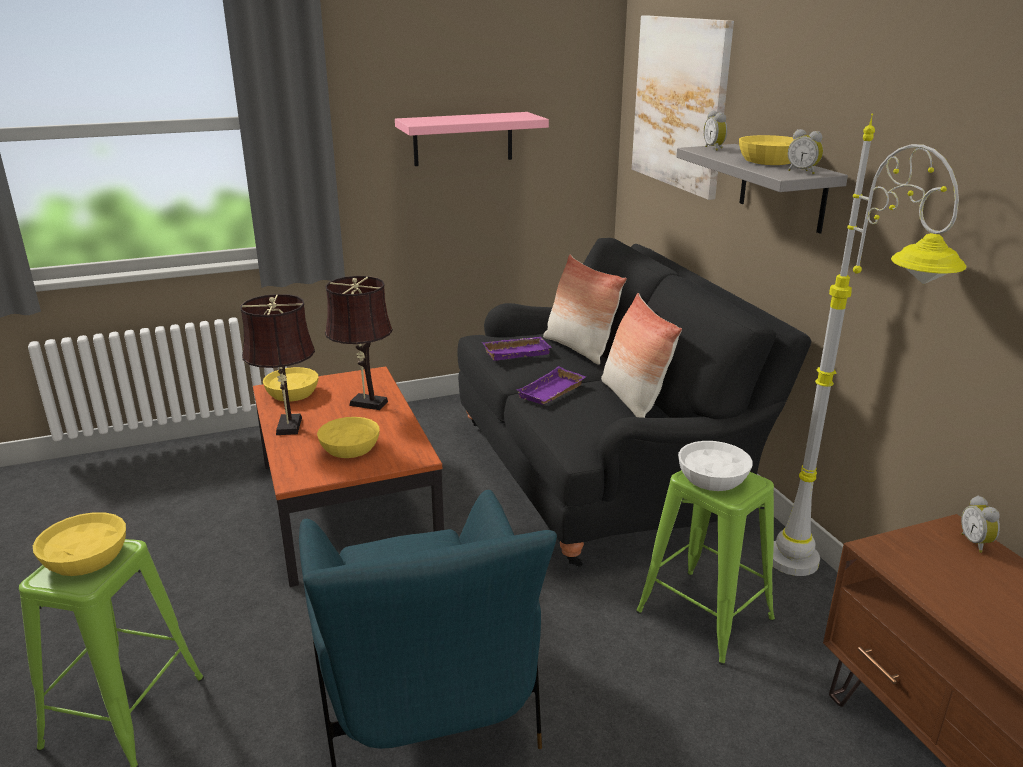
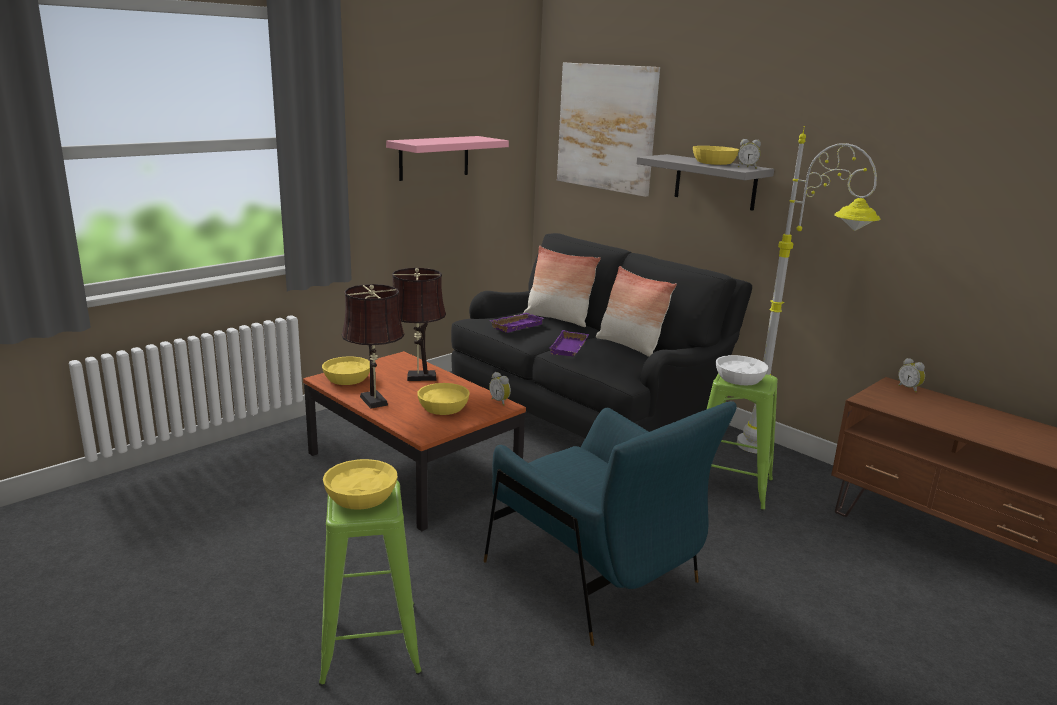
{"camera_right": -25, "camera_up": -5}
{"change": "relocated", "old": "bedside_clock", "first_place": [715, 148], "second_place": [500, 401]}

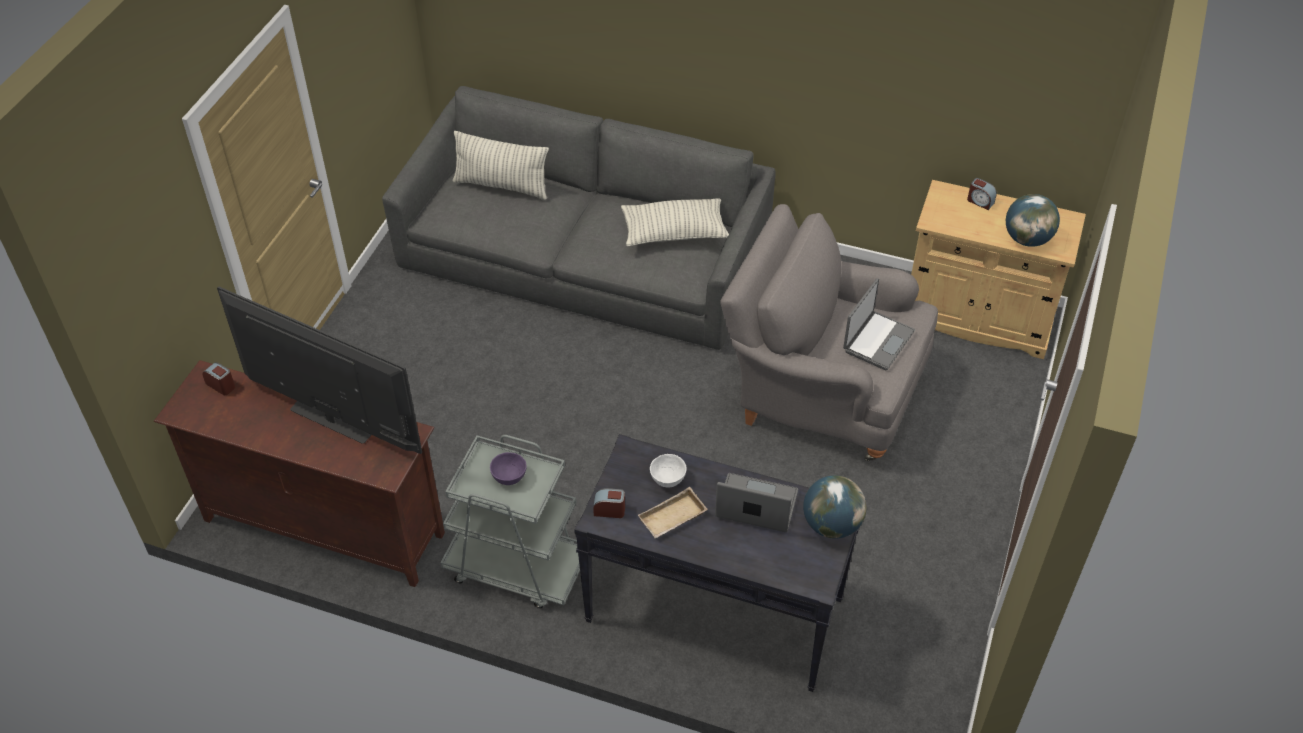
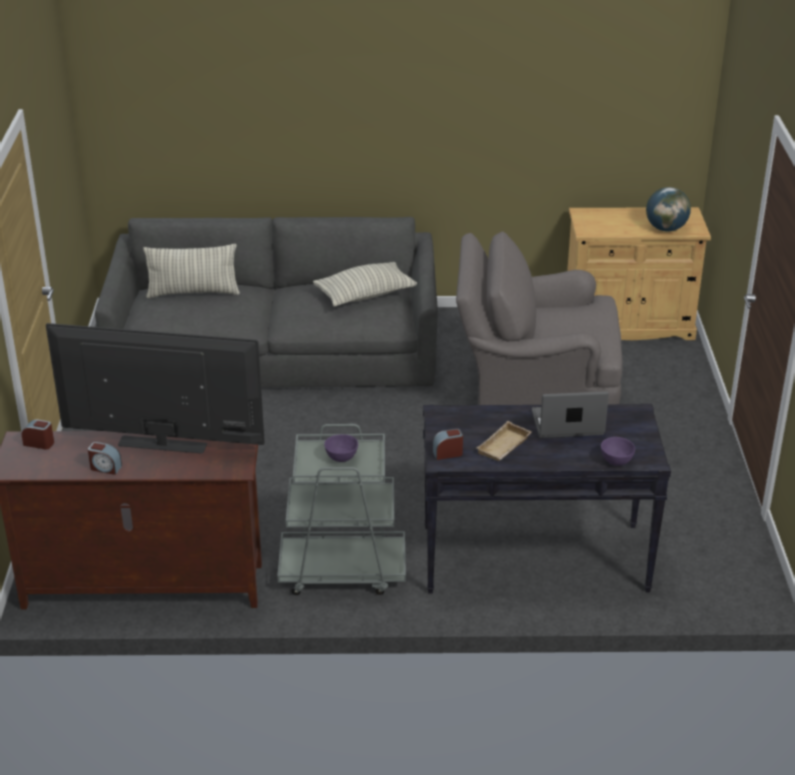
{"camera_right": -20, "camera_up": -15}
{"change": "missing", "old": "whitish_serving_bowl", "first_place": [667, 480]}
{"change": "missing", "old": "globe", "first_place": [831, 525]}
{"change": "missing", "old": "laptop", "first_place": [877, 341]}
{"change": "appeared", "new": "purplish_serving_bowl", "second_place": [616, 461]}
{"change": "relocated", "old": "bedside_clock", "first_place": [980, 201], "second_place": [105, 468]}

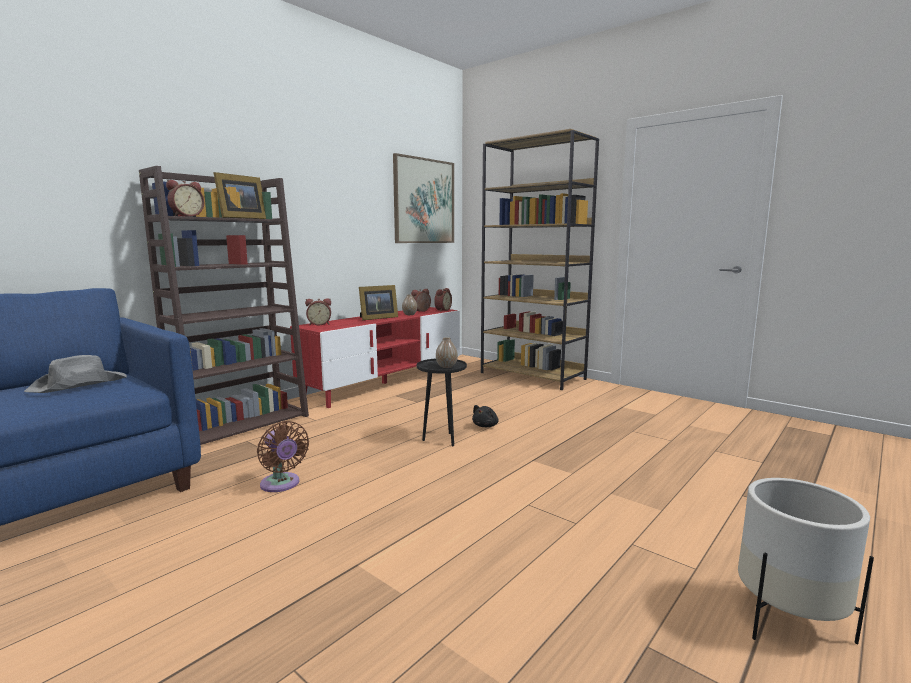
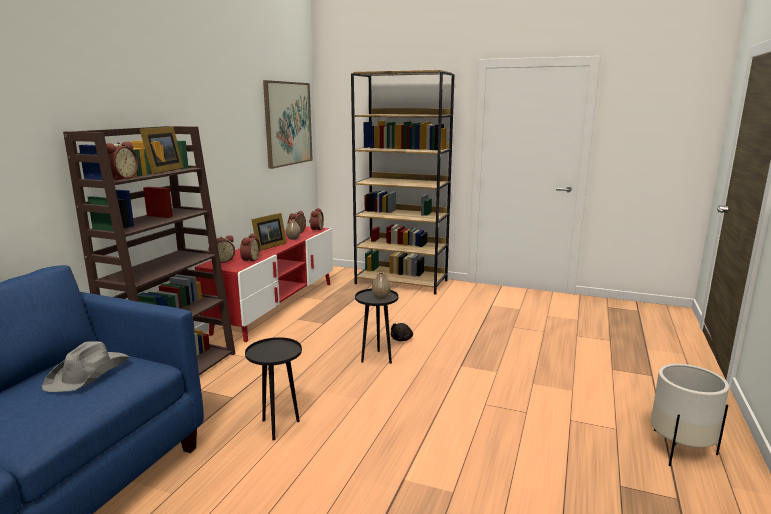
{"camera_right": -20, "camera_up": 5}
{"change": "appeared", "new": "bedside_clock", "second_place": [249, 260]}
{"change": "exchanged", "old": "brownish_cooling_fan", "new": "blackish_accent_table", "first_place": [281, 485], "second_place": [278, 427]}

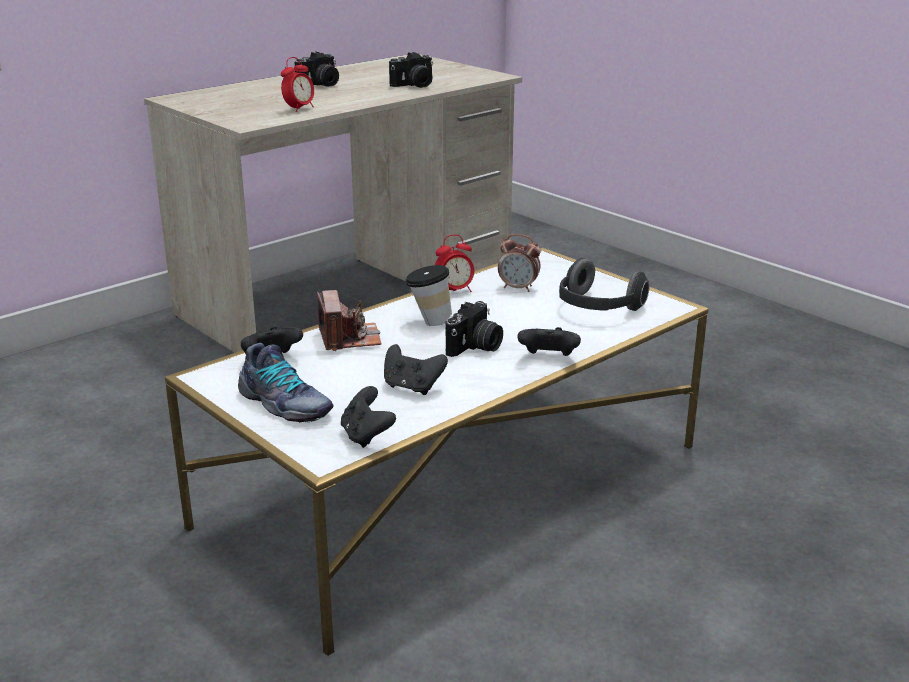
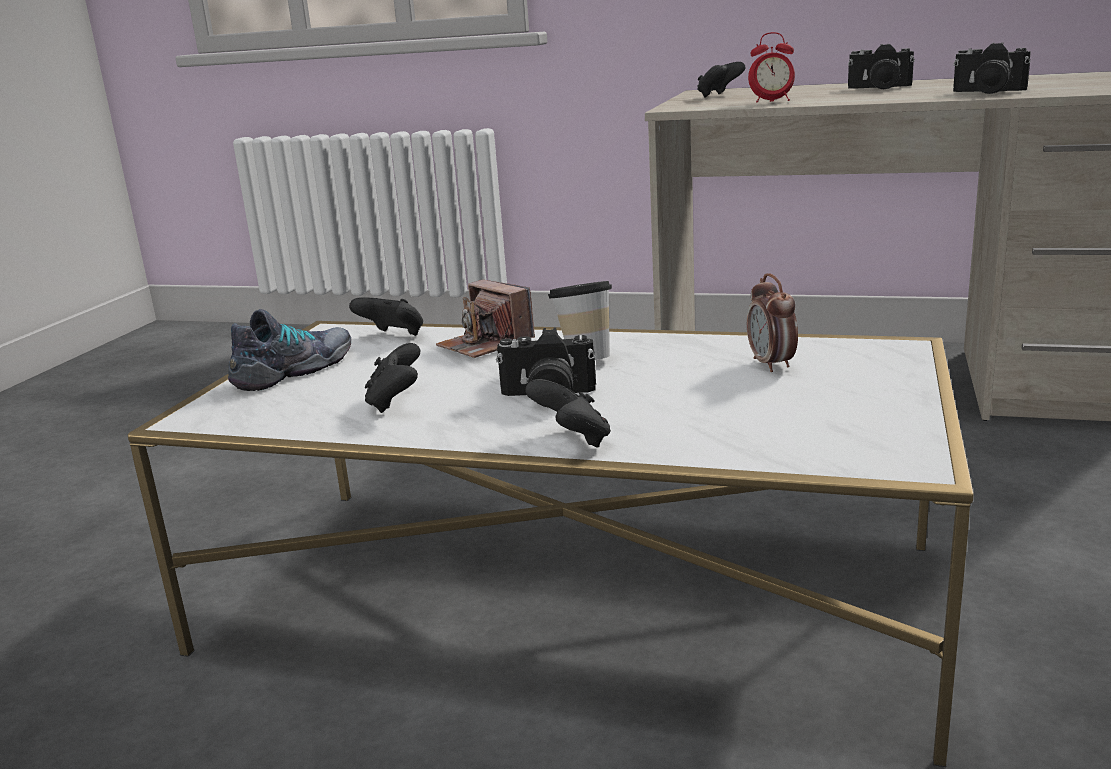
{"camera_right": 60, "camera_up": -5}
{"change": "missing", "old": "bedside_clock", "first_place": [455, 291]}
{"change": "missing", "old": "headphones", "first_place": [597, 308]}
{"change": "relocated", "old": "blackish_joypad", "first_place": [366, 436], "second_place": [719, 96]}
{"change": "spun", "old": "item_of_footwear", "first_place": [284, 405], "second_place": [296, 370], "degrees": -150}
{"change": "spun", "old": "still_camera", "first_place": [349, 338], "second_place": [485, 344], "degrees": 90}

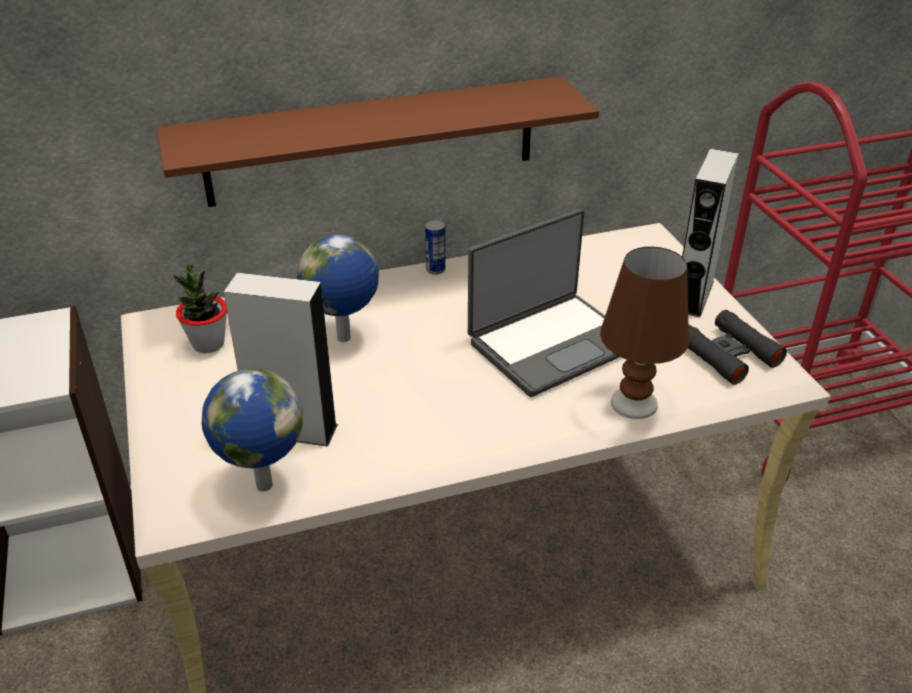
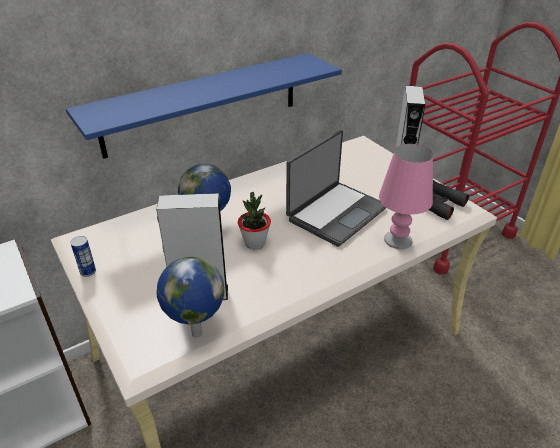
{"camera_right": -15, "camera_up": 0}
{"change": "relocated", "old": "plant_in_a_pot", "first_place": [208, 344], "second_place": [255, 243]}
{"change": "relocated", "old": "can", "first_place": [435, 269], "second_place": [88, 272]}
{"change": "colour", "old": "brownish_shelf", "new": "bluish_shelf", "first_place": [372, 141], "second_place": [202, 104]}
{"change": "colour", "old": "brownish_lamp_for_a_table", "new": "pinkish_lamp_for_a_table", "first_place": [633, 403], "second_place": [398, 240]}

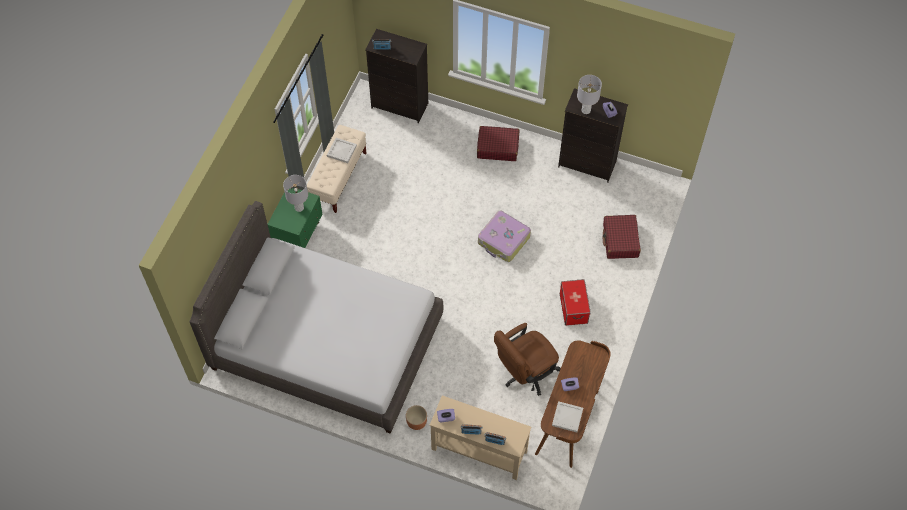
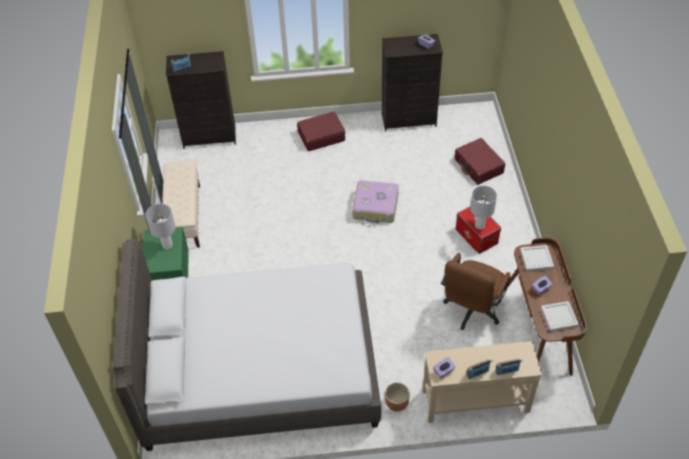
{"camera_right": -25, "camera_up": -10}
{"change": "relocated", "old": "whitish_carrying_tray", "first_place": [342, 151], "second_place": [537, 259]}
{"change": "relocated", "old": "greyish_lamp_for_a_table", "first_place": [586, 110], "second_place": [479, 225]}

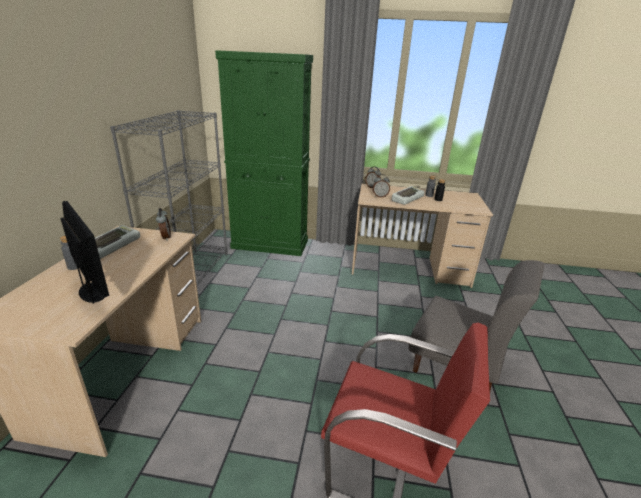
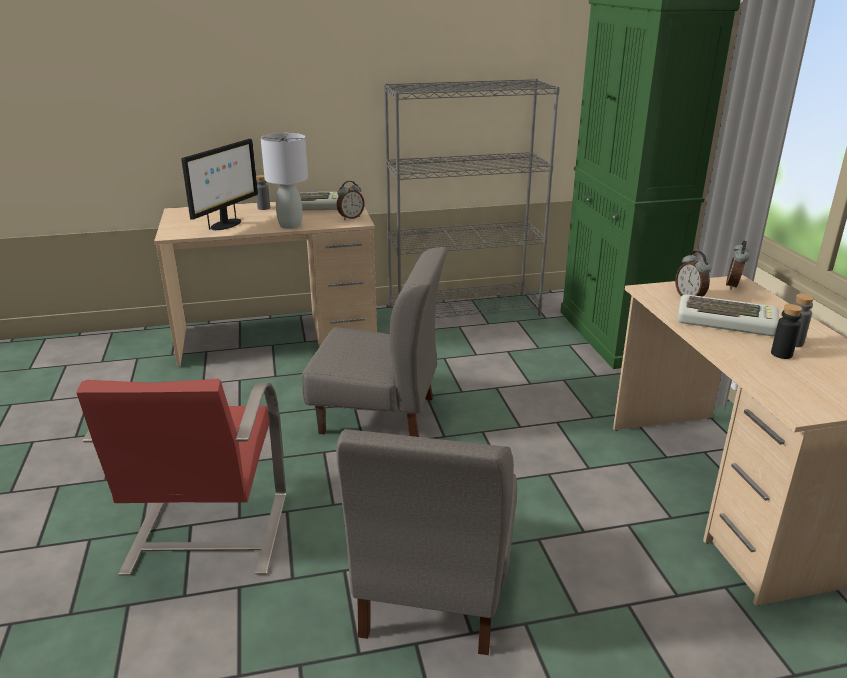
{"camera_right": 70, "camera_up": 0}
{"change": "appeared", "new": "greyish_lamp_for_a_table", "second_place": [290, 225]}
{"change": "appeared", "new": "greyish_upright_chair", "second_place": [379, 415]}

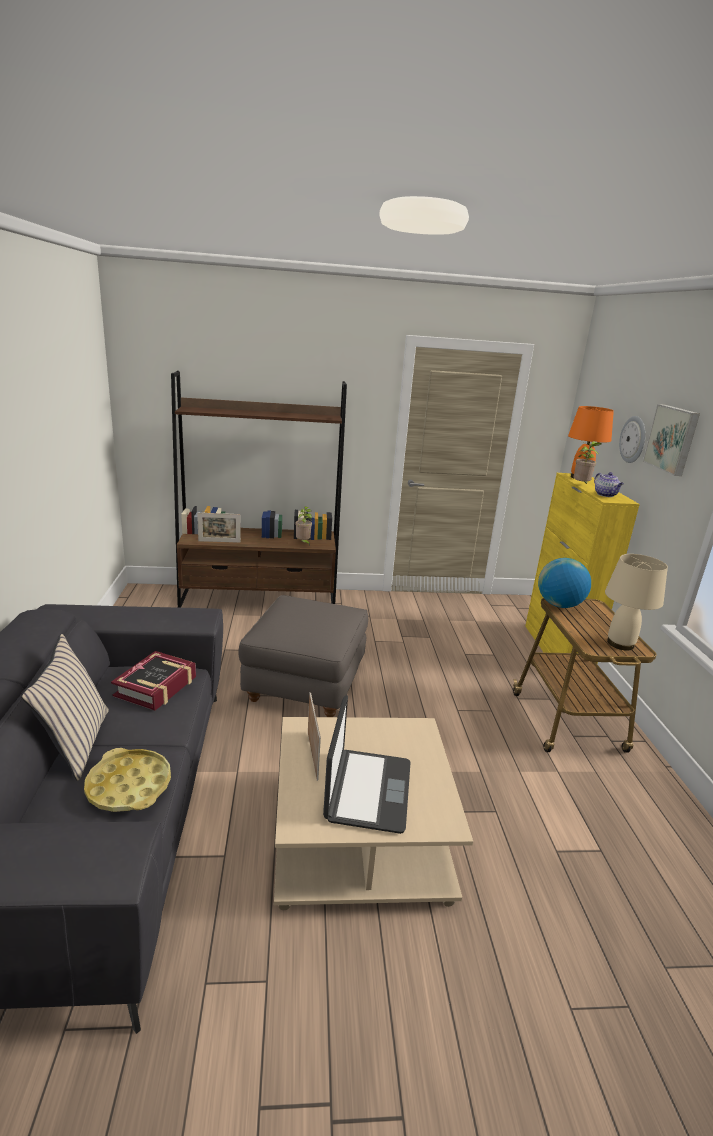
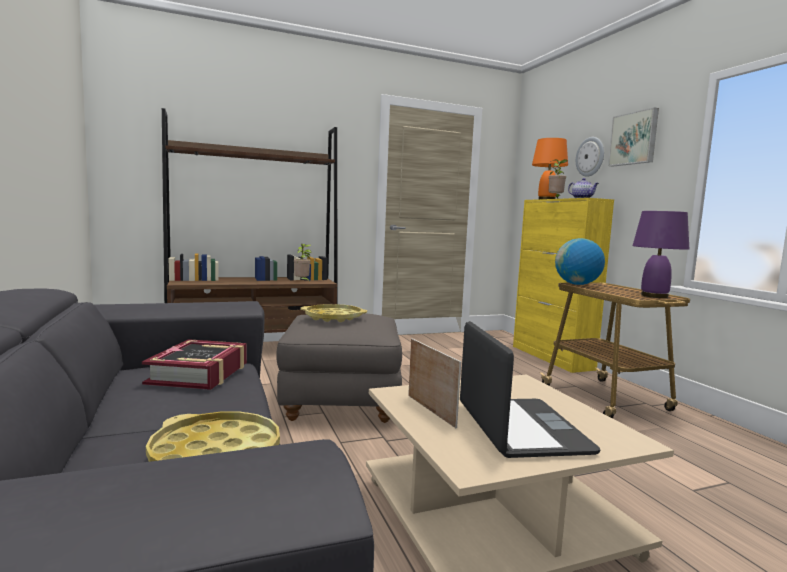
{"camera_right": -15, "camera_up": -15}
{"change": "missing", "old": "beige-coloured_pillow", "first_place": [75, 744]}
{"change": "missing", "old": "picture_frame", "first_place": [219, 541]}
{"change": "appeared", "new": "yellow_carrying_tray", "second_place": [333, 317]}
{"change": "colour", "old": "beige-coloured_lamp_for_a_table", "new": "purplish_lamp_for_a_table", "first_place": [619, 643], "second_place": [653, 296]}

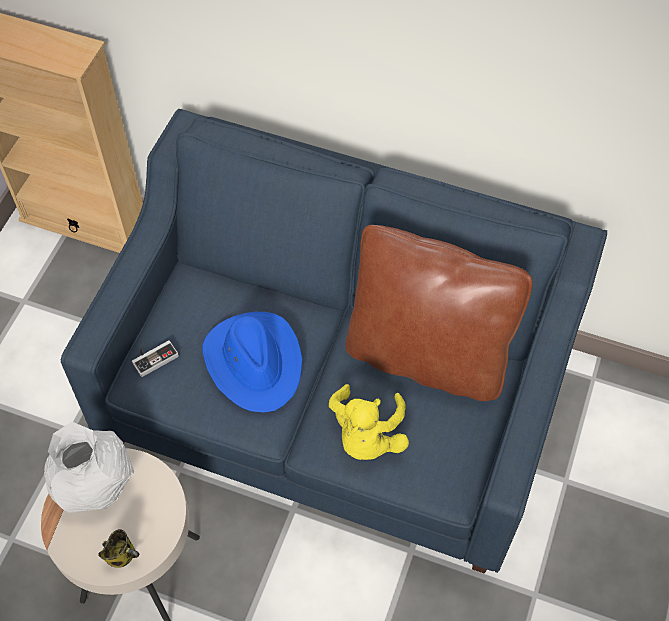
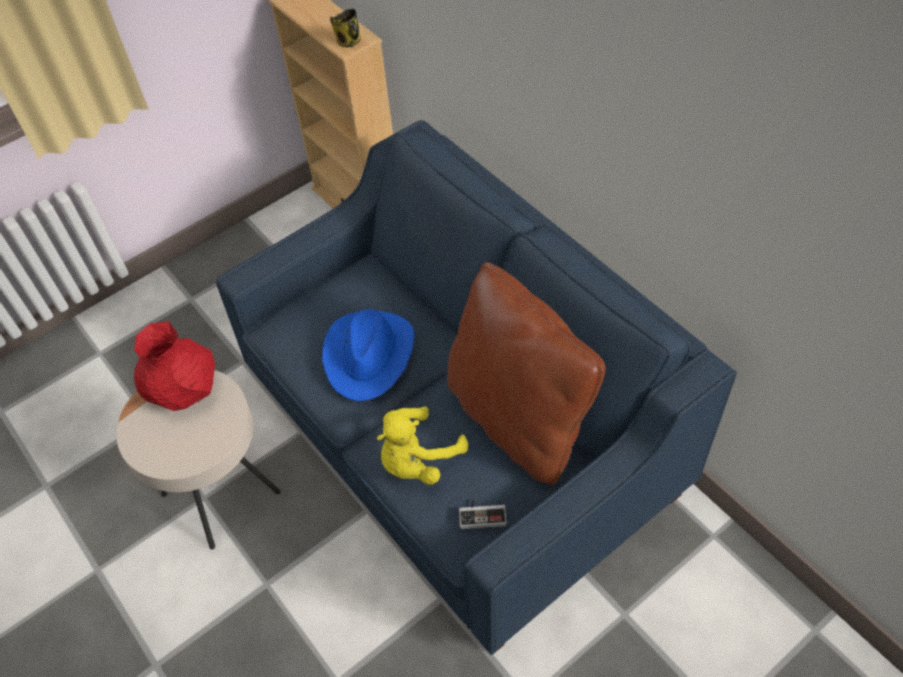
{"camera_right": 35, "camera_up": -5}
{"change": "relocated", "old": "tea_mug", "first_place": [122, 555], "second_place": [350, 42]}
{"change": "relocated", "old": "joypad", "first_place": [153, 357], "second_place": [482, 514]}
{"change": "colour", "old": "whitish_vase", "new": "red-coloured_vase", "first_place": [96, 483], "second_place": [186, 391]}

